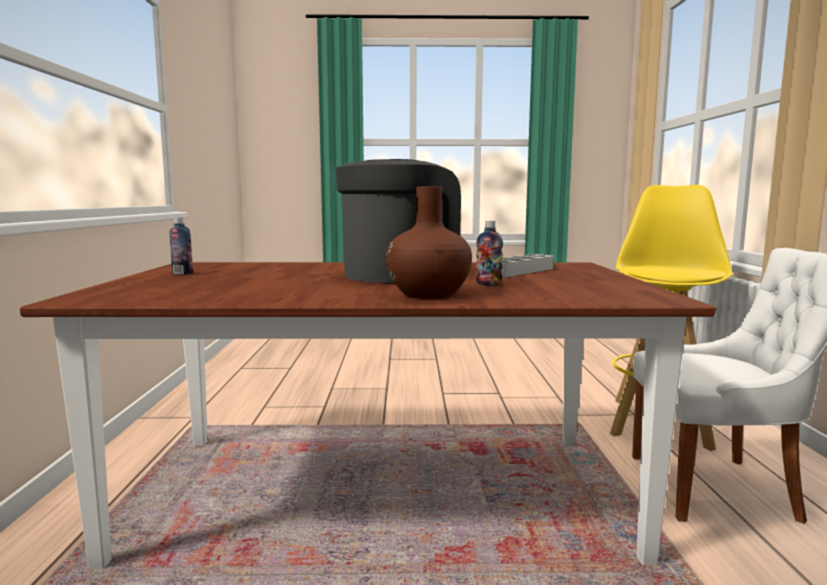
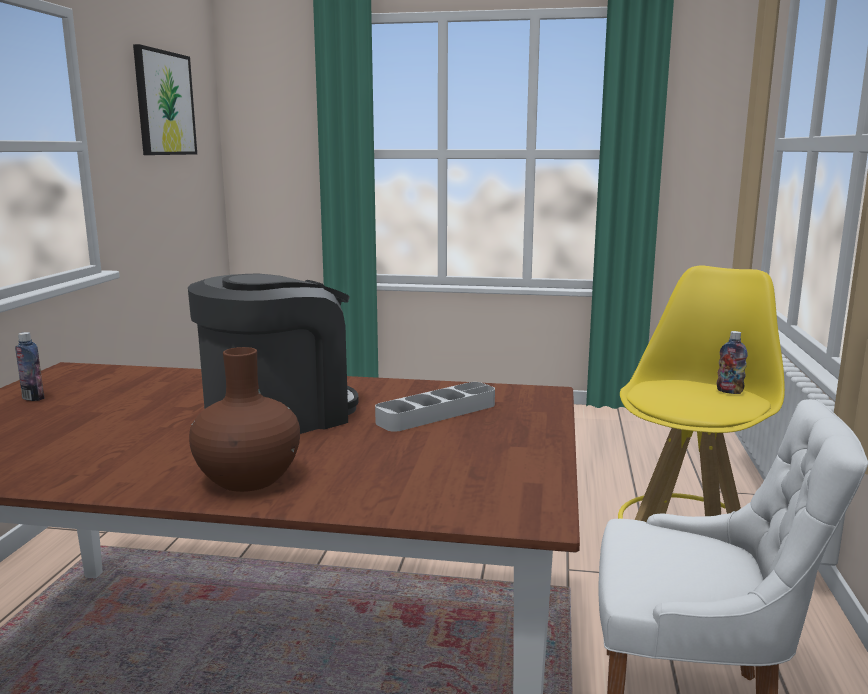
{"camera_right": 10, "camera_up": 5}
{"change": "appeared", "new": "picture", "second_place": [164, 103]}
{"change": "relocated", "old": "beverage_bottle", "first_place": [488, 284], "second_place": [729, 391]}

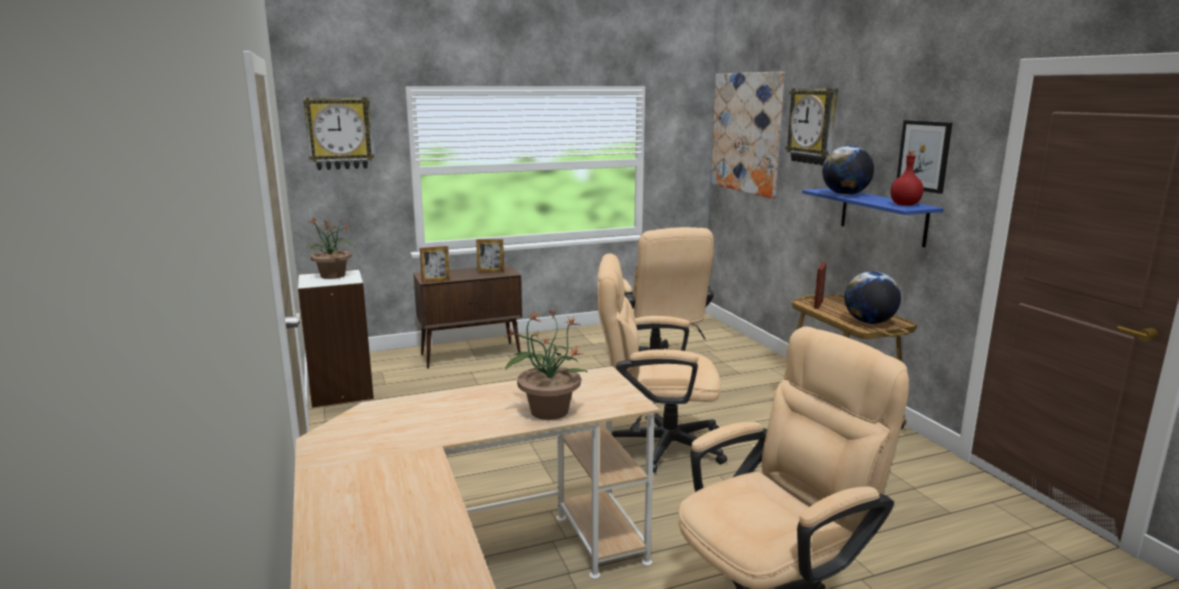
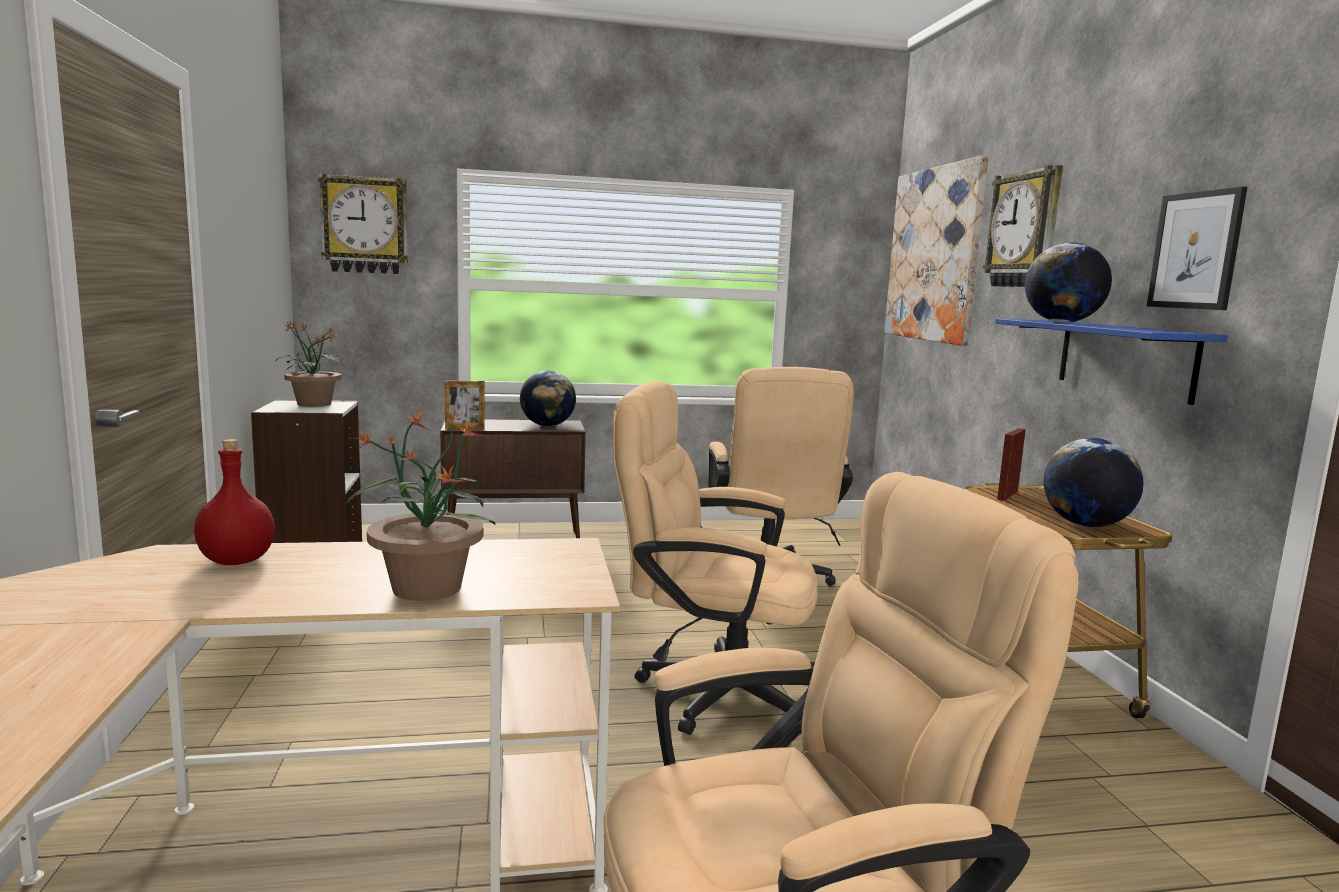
{"camera_right": 10, "camera_up": -5}
{"change": "relocated", "old": "red-coloured_beverage_bottle", "first_place": [905, 205], "second_place": [238, 561]}
{"change": "exchanged", "old": "picture_frame", "new": "globe", "first_place": [491, 272], "second_place": [547, 425]}

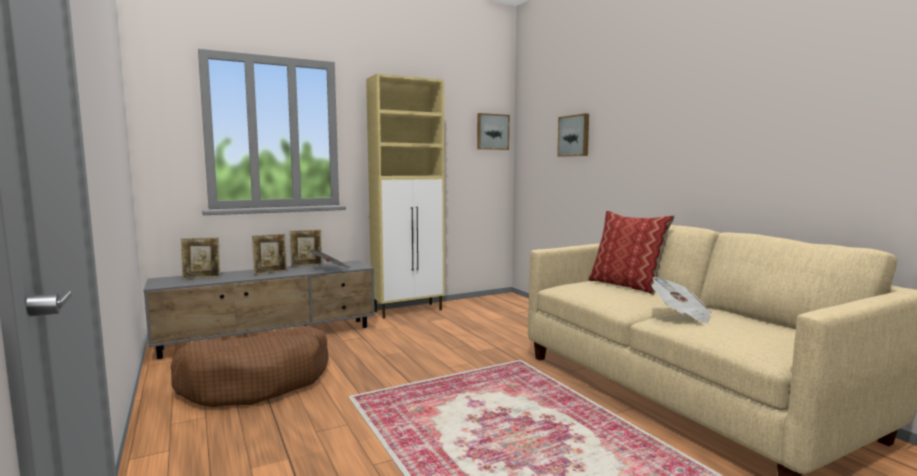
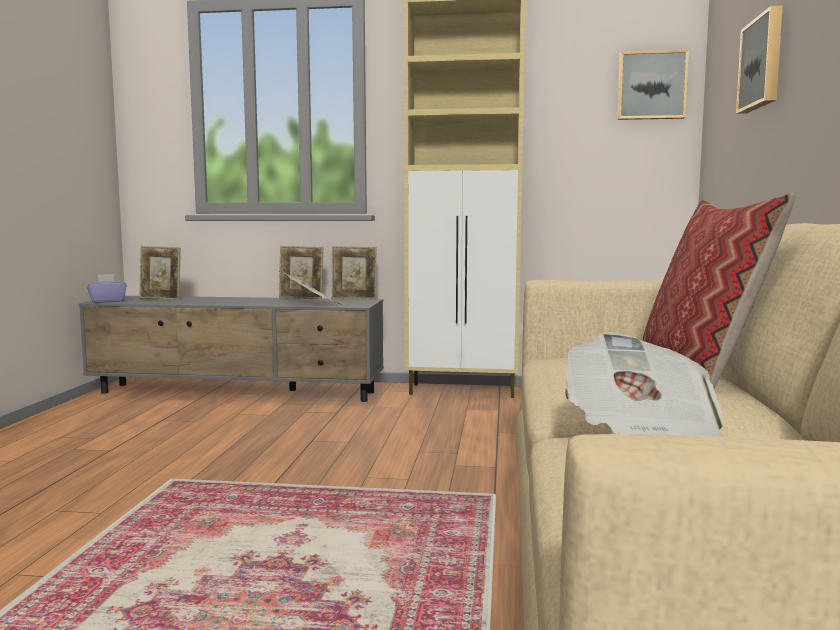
{"camera_right": 35, "camera_up": 0}
{"change": "missing", "old": "brownish_dog_cushion", "first_place": [257, 382]}
{"change": "appeared", "new": "purplish_box_of_tissues", "second_place": [107, 301]}
{"change": "relocated", "old": "picture_frame", "first_place": [270, 272], "second_place": [354, 299]}

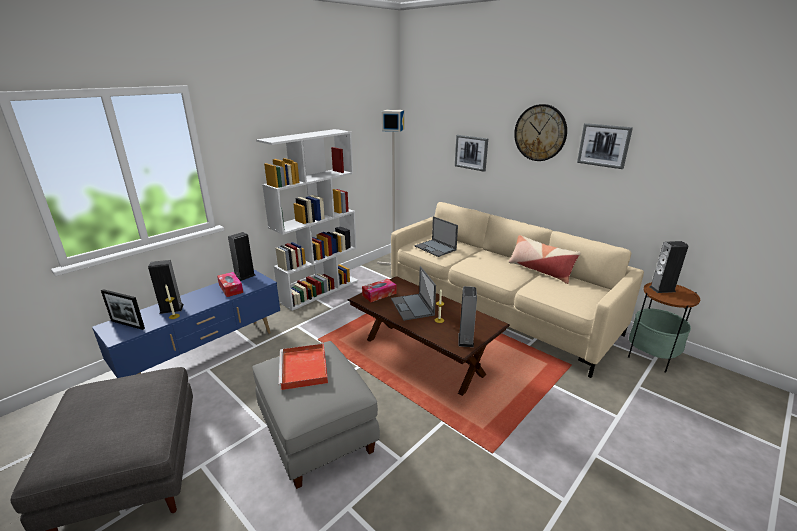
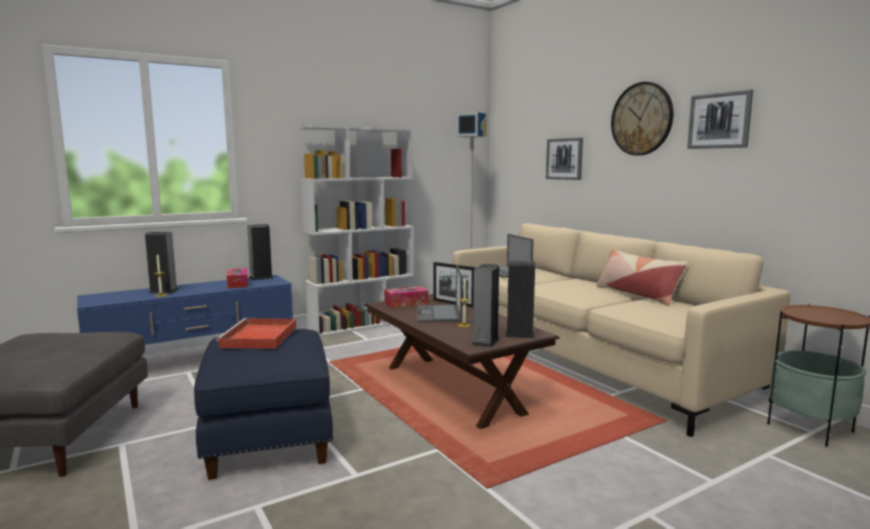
{"camera_right": 15, "camera_up": -15}
{"change": "relocated", "old": "picture_frame", "first_place": [127, 324], "second_place": [453, 303]}
{"change": "relocated", "old": "audio_speaker", "first_place": [662, 289], "second_place": [520, 334]}
{"change": "colour", "old": "greyish_ottoman", "new": "bluish_ottoman", "first_place": [315, 433], "second_place": [267, 437]}

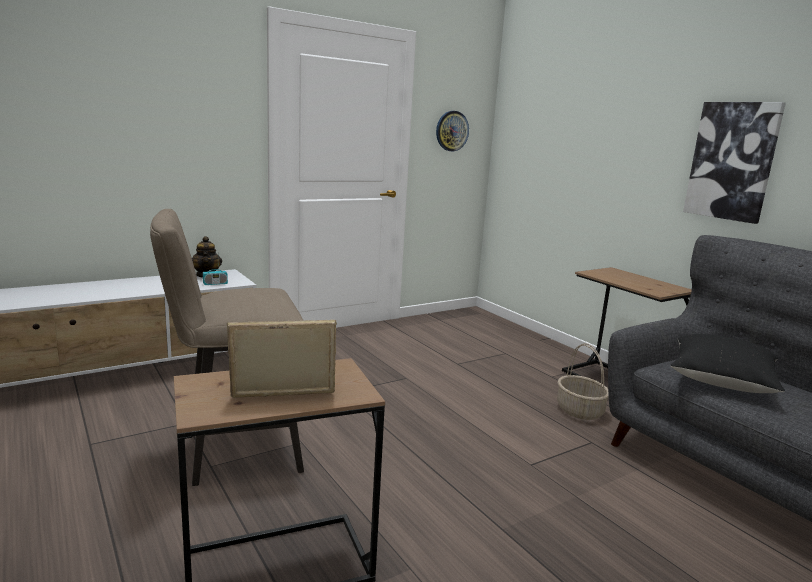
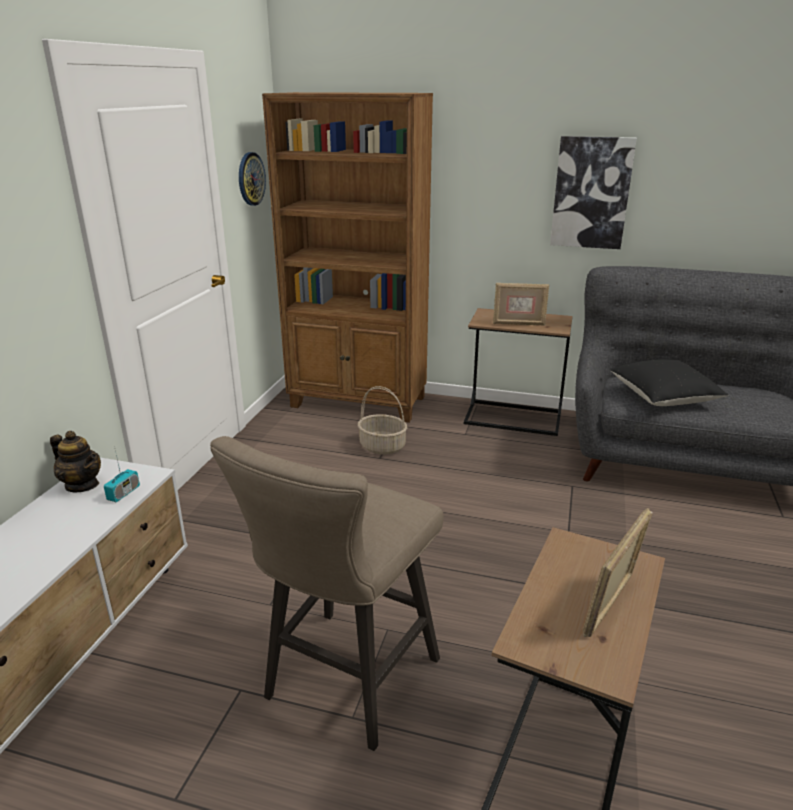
{"camera_right": -40, "camera_up": 10}
{"change": "appeared", "new": "brownish_shelving_unit", "second_place": [359, 402]}
{"change": "appeared", "new": "picture_frame", "second_place": [518, 324]}
{"change": "relocated", "old": "storage_basket", "first_place": [580, 411], "second_place": [383, 446]}

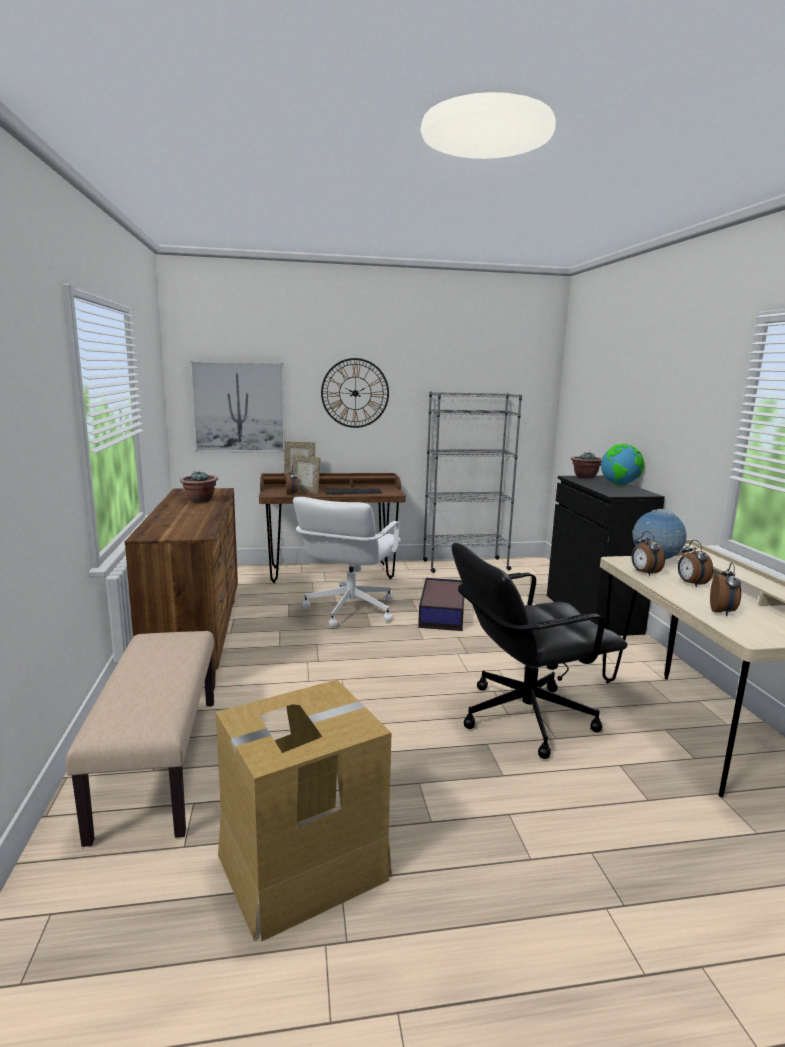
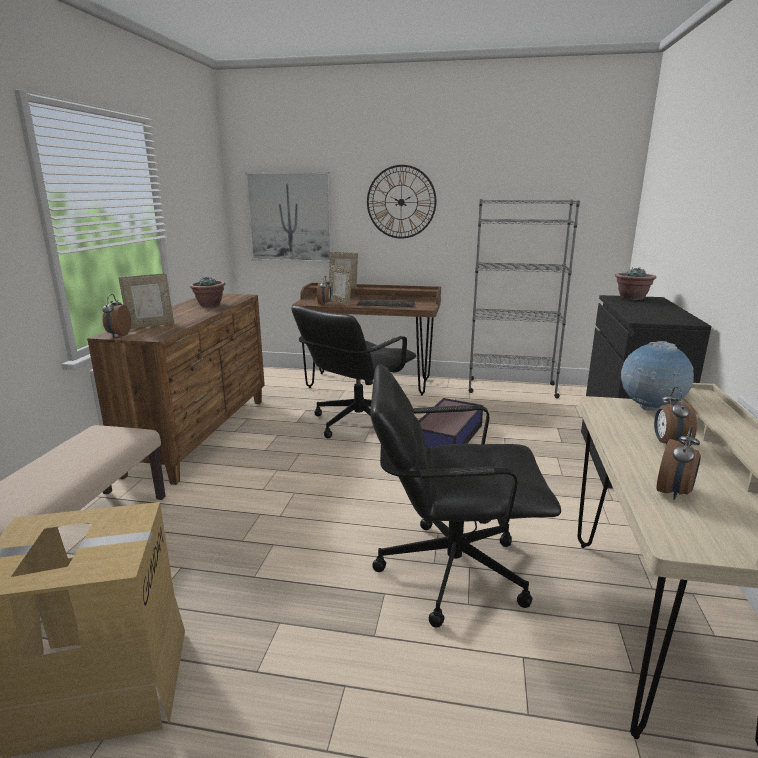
{"camera_right": 20, "camera_up": 5}
{"change": "missing", "old": "globe", "first_place": [619, 485]}
{"change": "appeared", "new": "picture_frame", "second_place": [151, 325]}
{"change": "relocated", "old": "bedside_clock", "first_place": [644, 573], "second_place": [118, 335]}
{"change": "colour", "old": "whitish_desk_chair", "new": "blackish_desk_chair", "first_place": [349, 610], "second_place": [357, 422]}

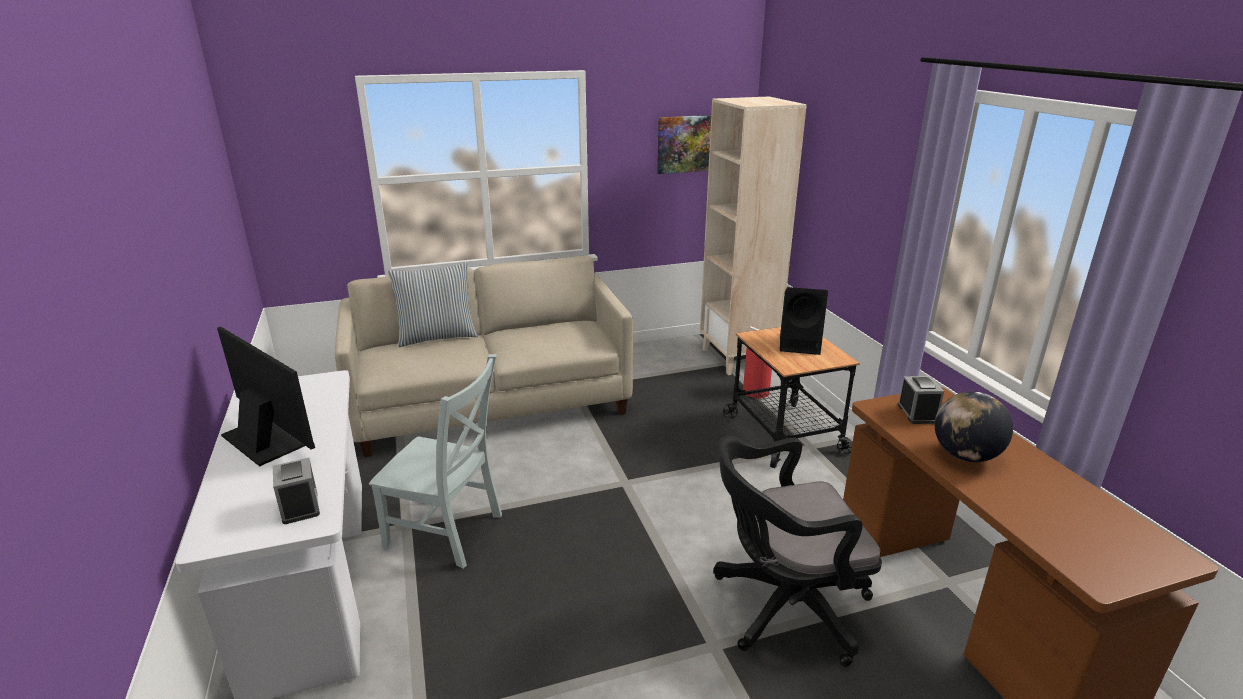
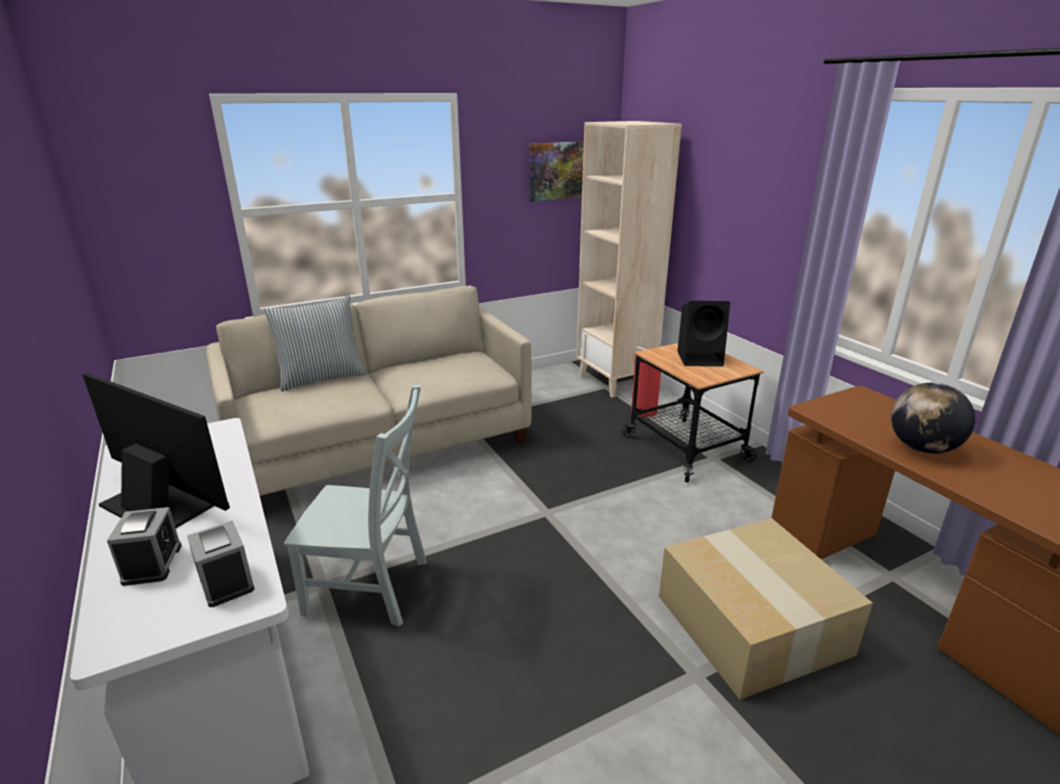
{"camera_right": -10, "camera_up": 0}
{"change": "relocated", "old": "bedside_clock", "first_place": [917, 413], "second_place": [152, 564]}
{"change": "exchanged", "old": "blackish_desk_chair", "new": "packing_box", "first_place": [782, 607], "second_place": [748, 623]}

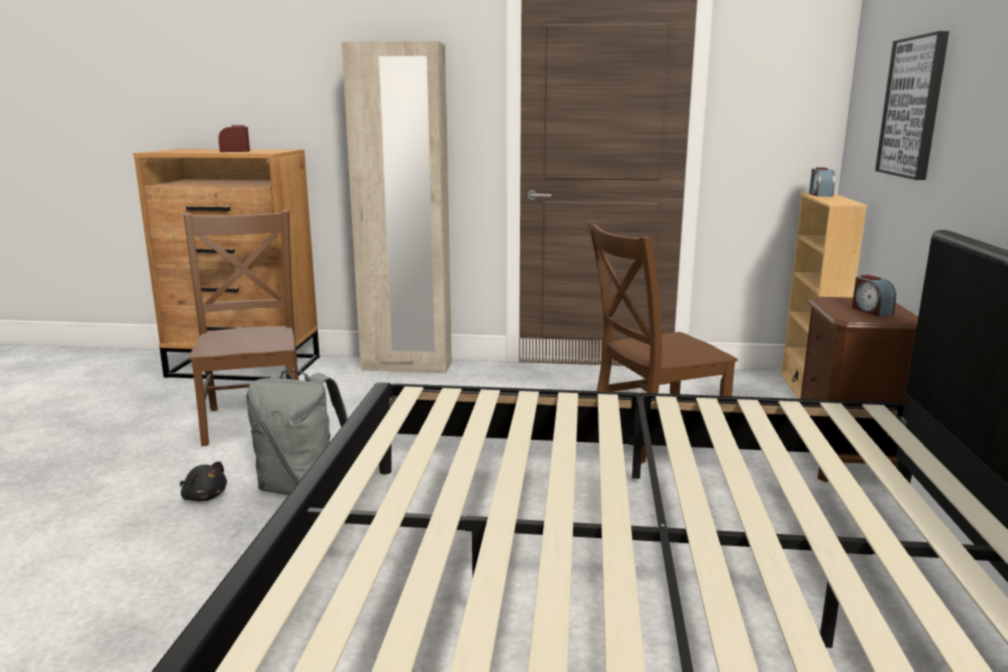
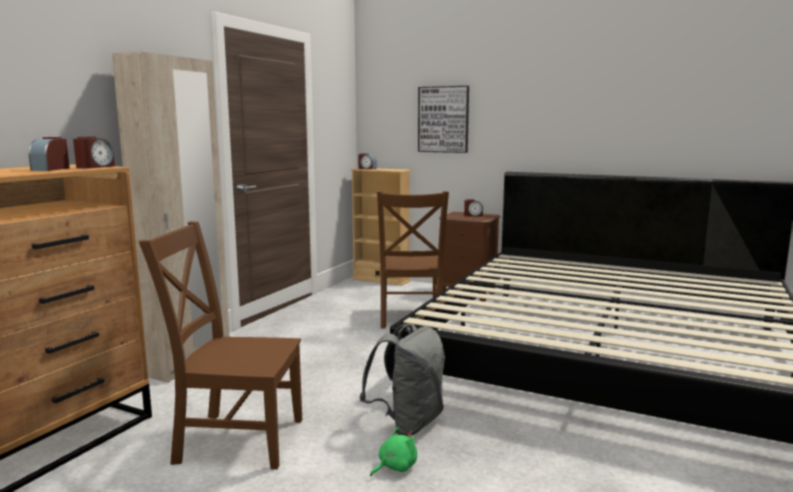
{"camera_right": -70, "camera_up": -5}
{"change": "appeared", "new": "bedside_clock", "second_place": [95, 167]}
{"change": "colour", "old": "blackish_plush_toy", "new": "green_plush_toy", "first_place": [204, 497], "second_place": [395, 467]}

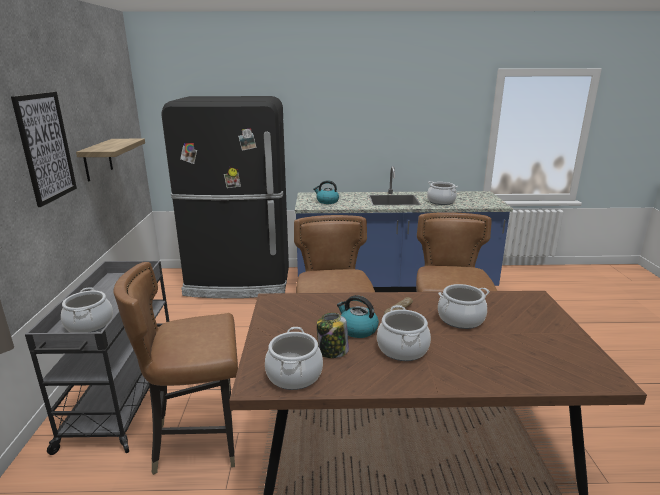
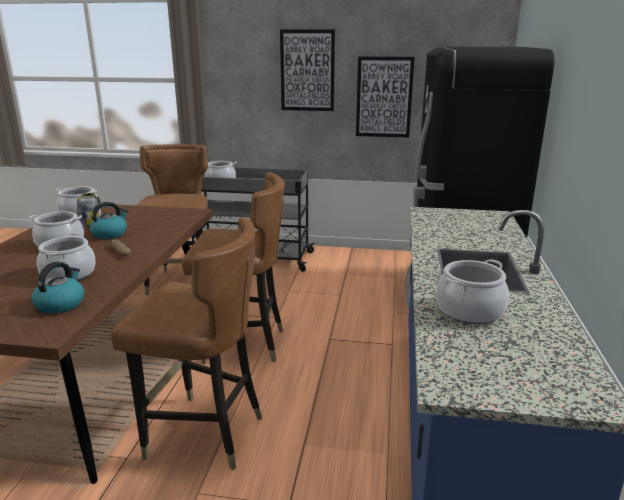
{"camera_right": 100, "camera_up": 0}
{"change": "relocated", "old": "tea_kettle", "first_place": [327, 201], "second_place": [61, 304]}
{"change": "exchanged", "old": "shelf", "new": "picture", "first_place": [97, 160], "second_place": [384, 97]}

